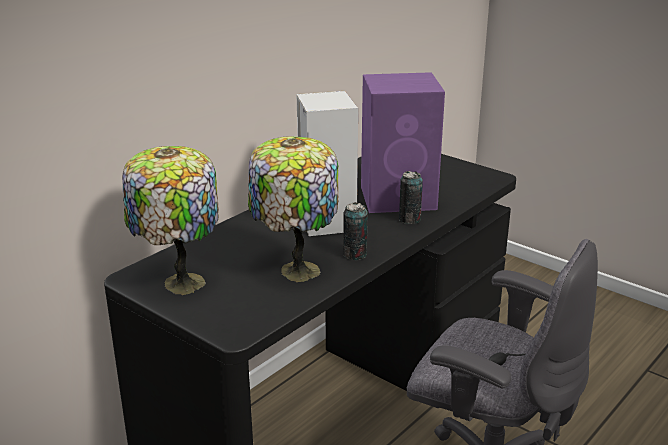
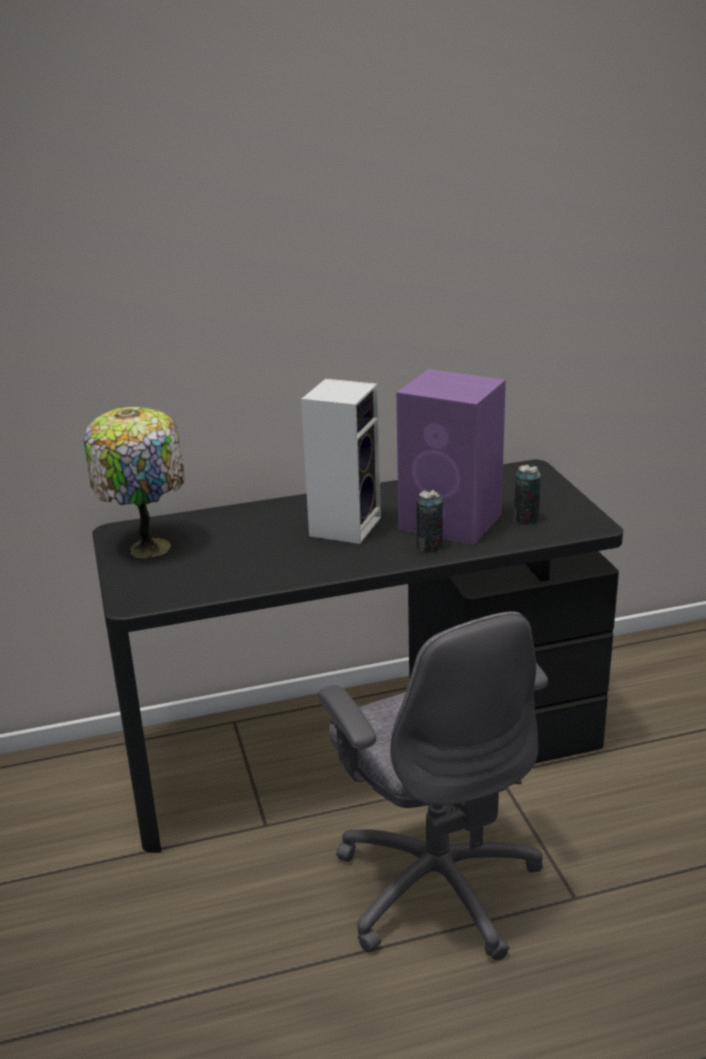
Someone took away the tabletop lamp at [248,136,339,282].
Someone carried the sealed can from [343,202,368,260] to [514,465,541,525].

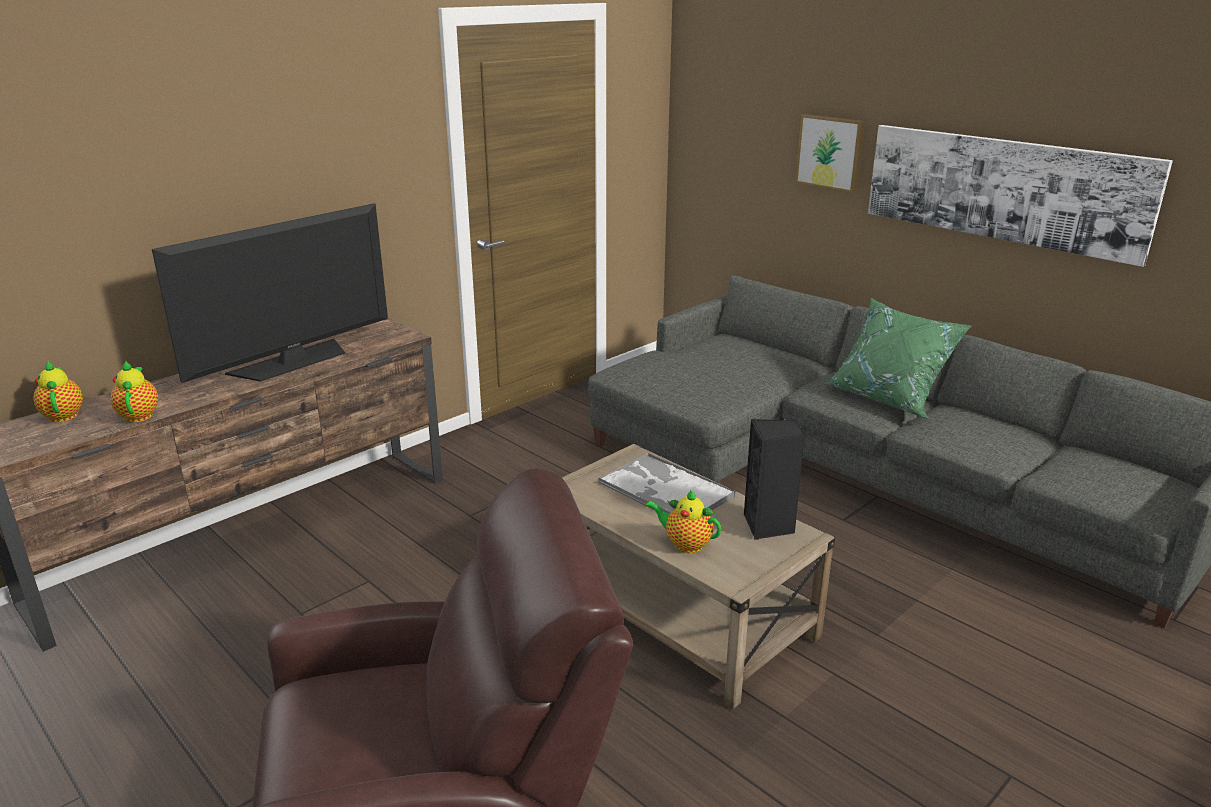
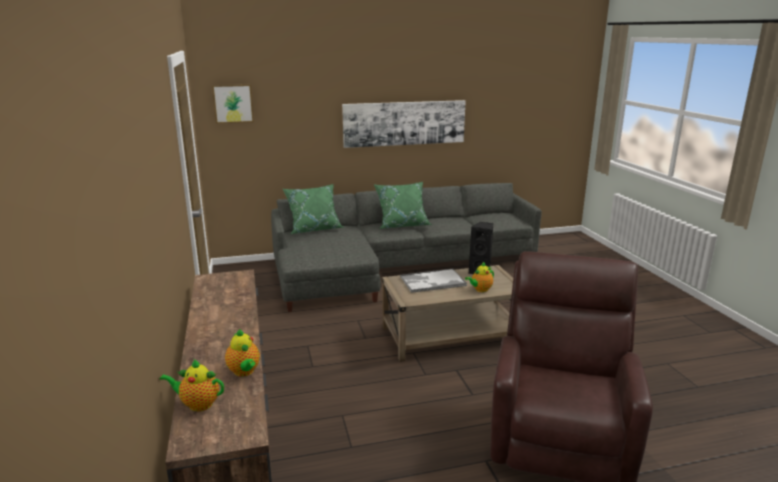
Someone rotated the tea pot at [111,361,158,422] by 135 degrees counterclockwise.
Someone took away the television at [152,203,388,383].
Someone carried the wall picture from [795,114,865,193] to [212,84,254,123].
Someone put down the throw pillow in green at [283,184,344,234].

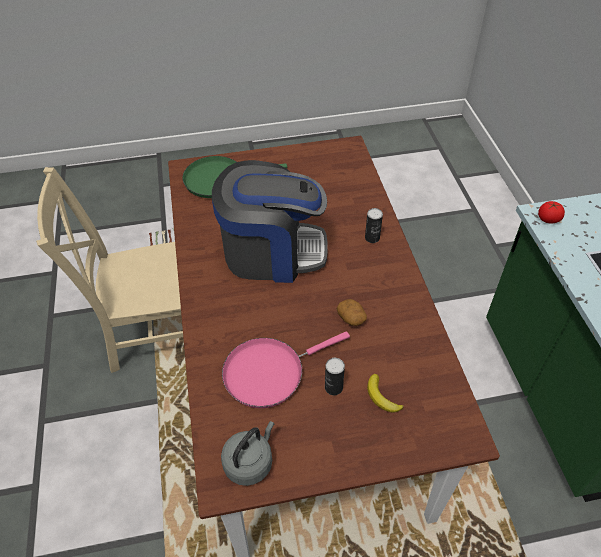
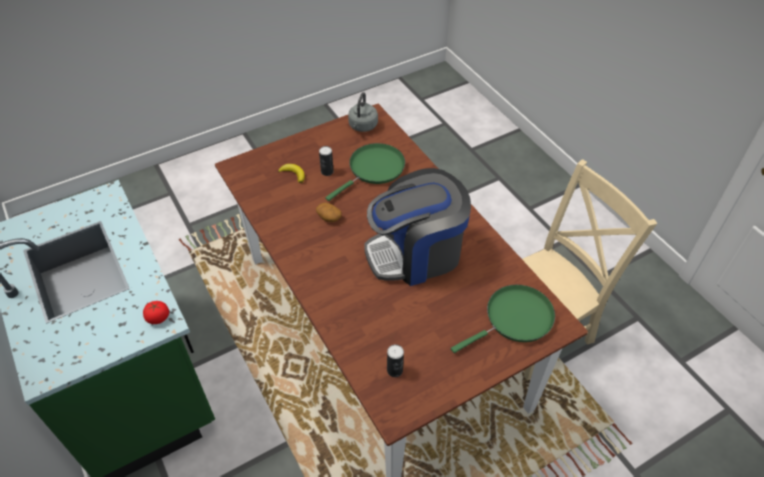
Someone repainted the pan in pink-coloured at [222,331,350,408], which became the pan in green at [325,143,405,201].
Someone carried the sealed can from [365,208,383,243] to [387,344,404,377].

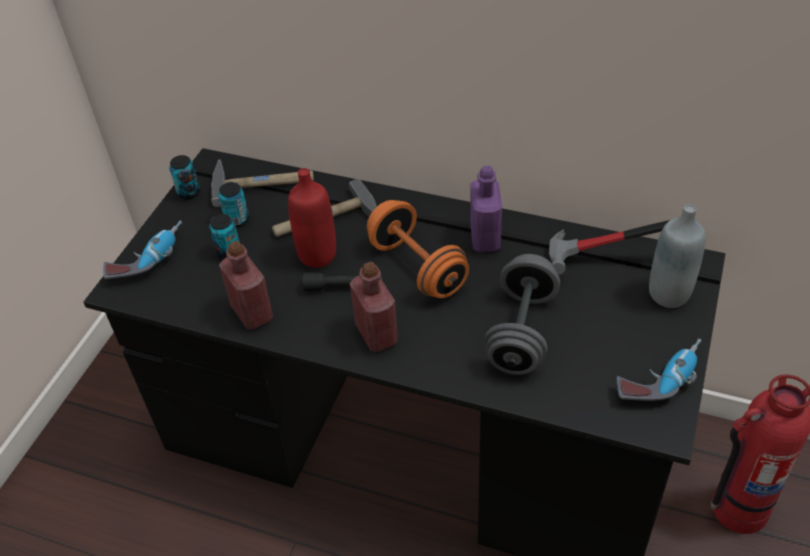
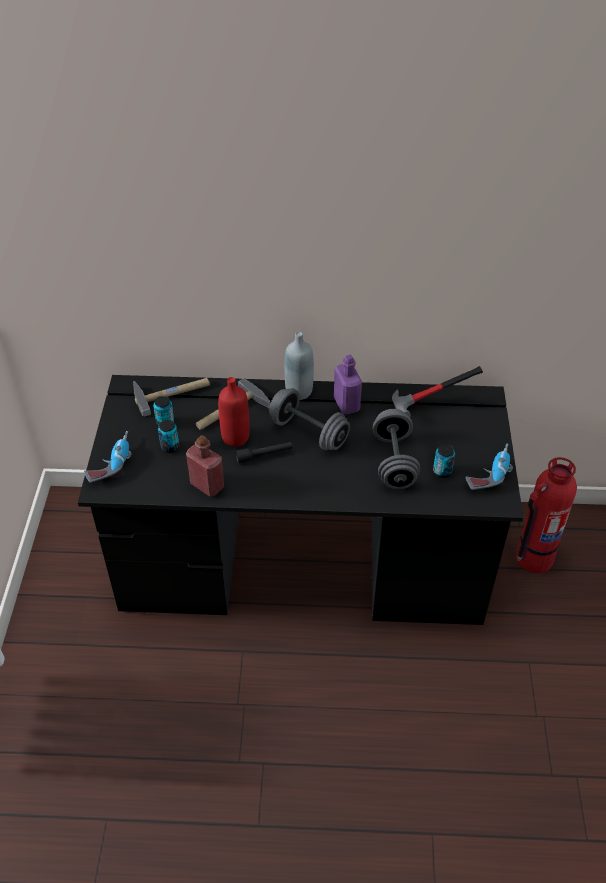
Someone carried the sealed can from [169,155,201,199] to [433,444,455,478].
Someone took away the bottle in reddish at [350,262,398,352].
Someone repainted the dumbbell in orange at [367,200,469,298], which became the dumbbell in grey at [269,389,350,450].
Someone carried the bottle in grey from [649,204,706,308] to [284,331,314,400].

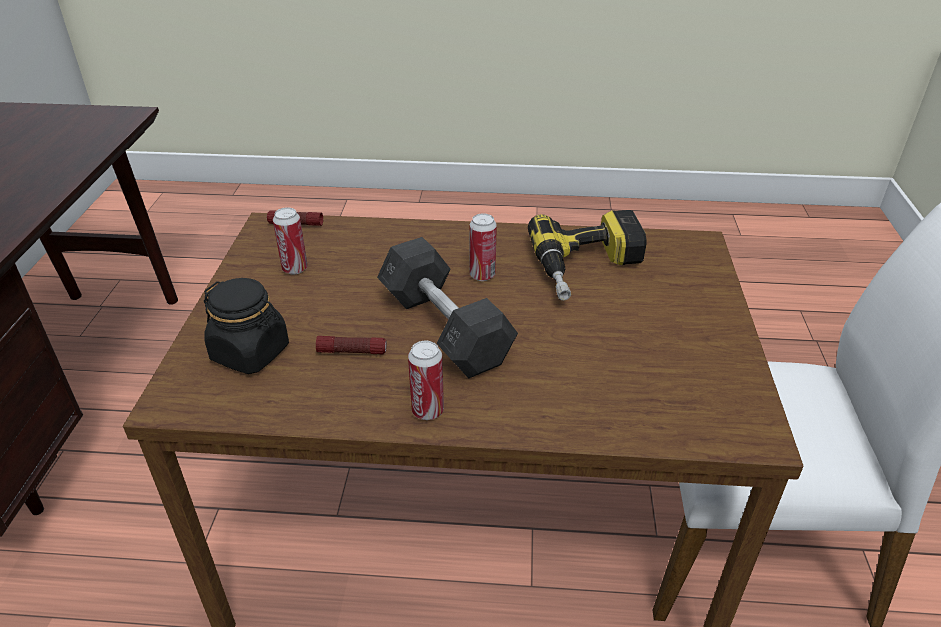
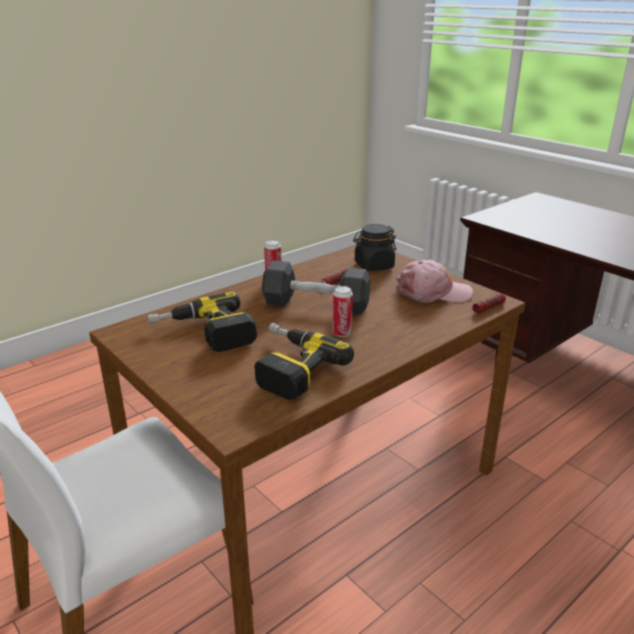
Someone swapped the sealed can at [273,207,308,275] for the baseball cap in pink-coloured at [396,260,473,303].
Someone put down the electric drill at [147,292,257,352].

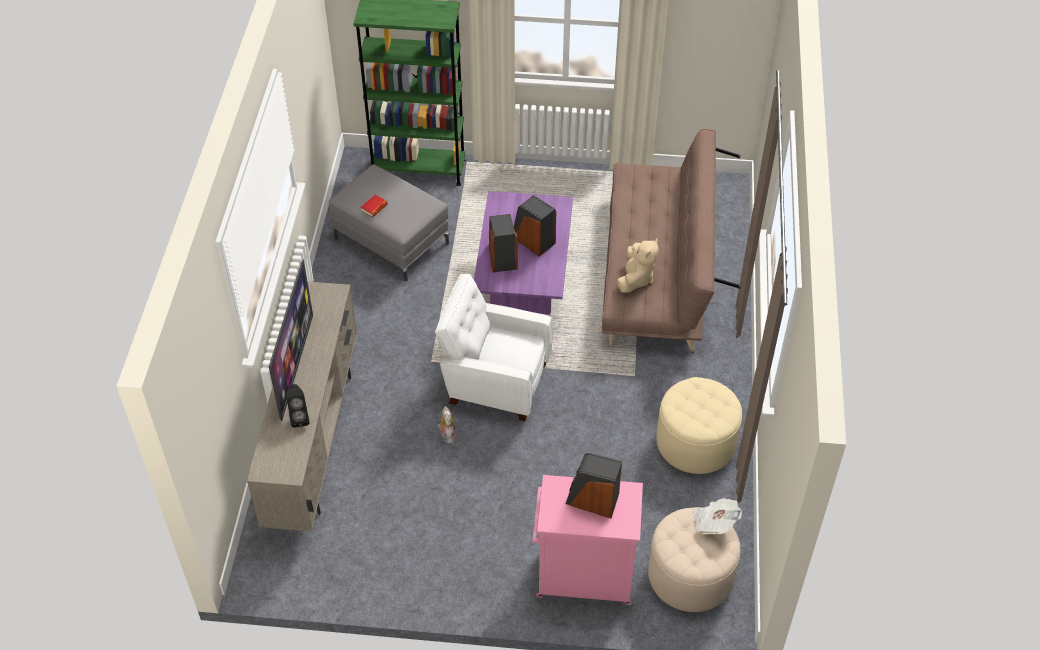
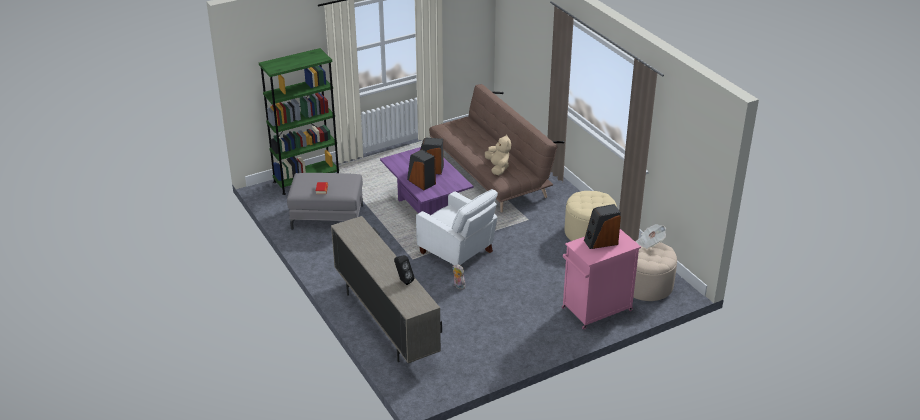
Someone took away the television at [269,260,313,421].
Someone rotated the armchair in white-coloured at [435,274,553,422] by 120 degrees counterclockwise.

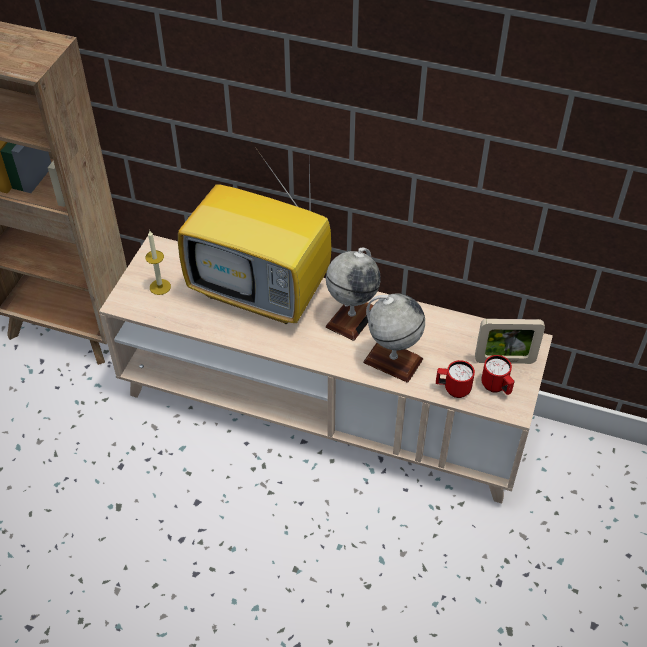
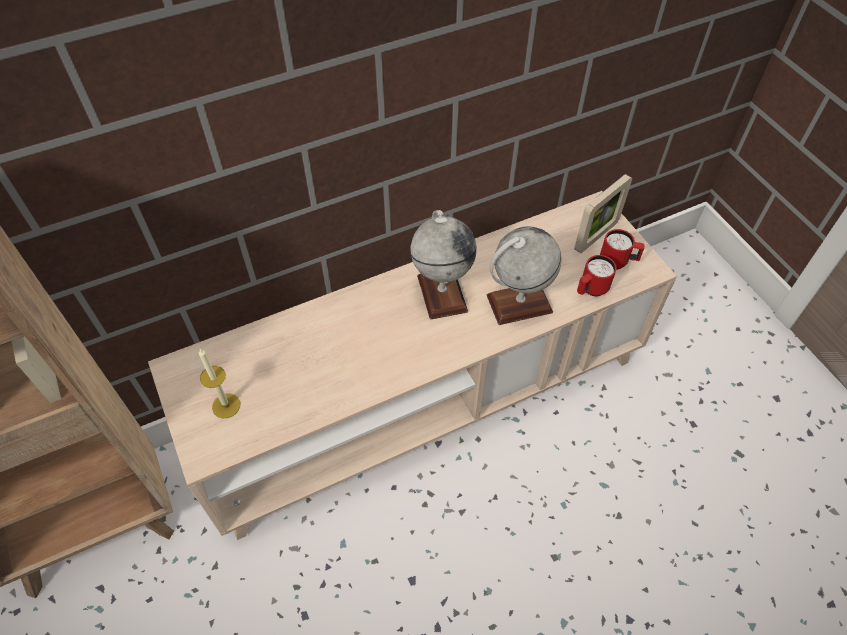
Someone took away the television at [178,144,332,324].

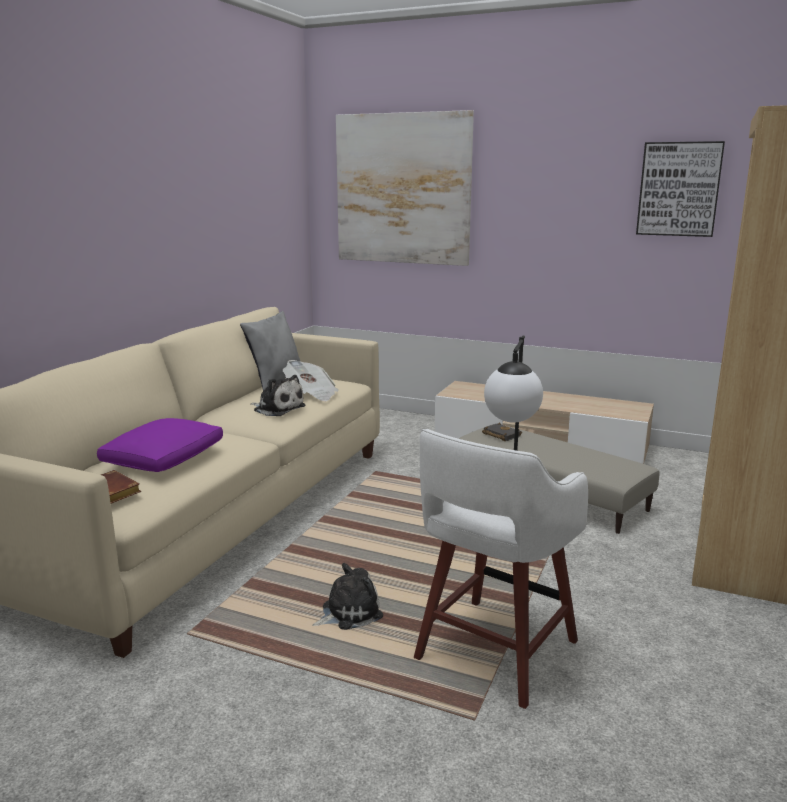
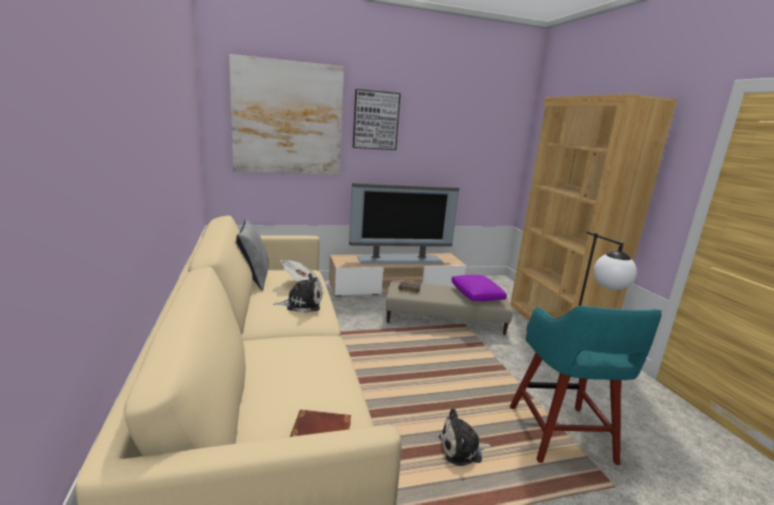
Someone carried the throw pillow in purple from [97,418,223,472] to [452,275,507,301].
Someone rotated the cuddly toy at [312,563,383,630] by 120 degrees counterclockwise.
Someone repainted the sitting stool in white-coloured at [414,429,588,709], which became the sitting stool in turquoise-coloured at [510,306,661,465].
Someone carried the wall picture from [636,141,725,237] to [353,89,401,150].
Someone put down the television at [349,183,459,264].

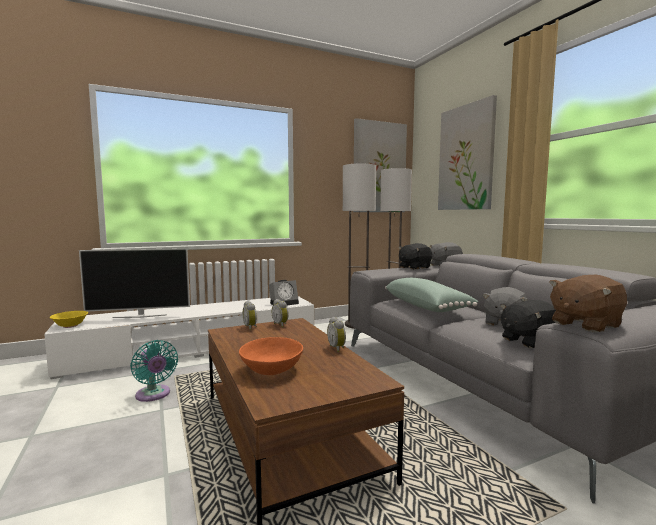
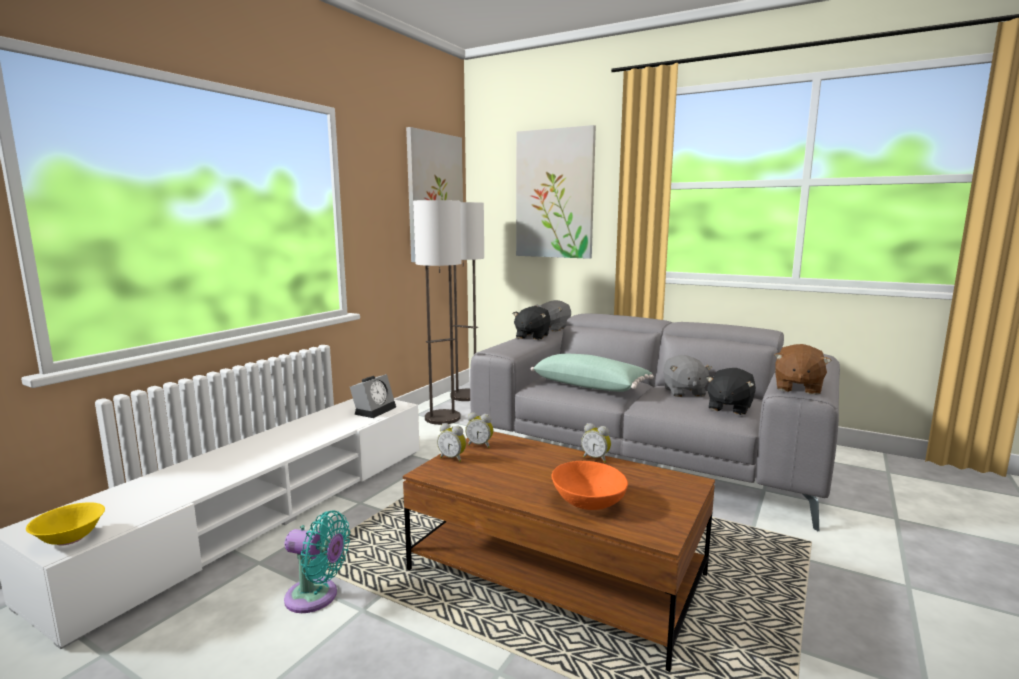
Someone took away the television at [79,248,190,318].

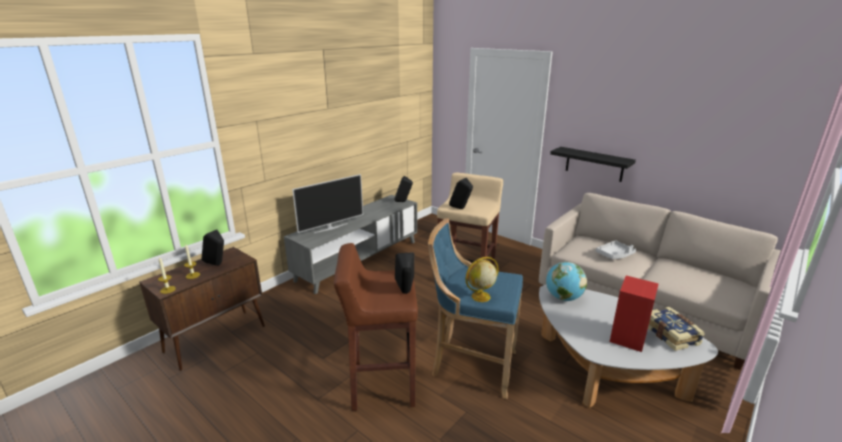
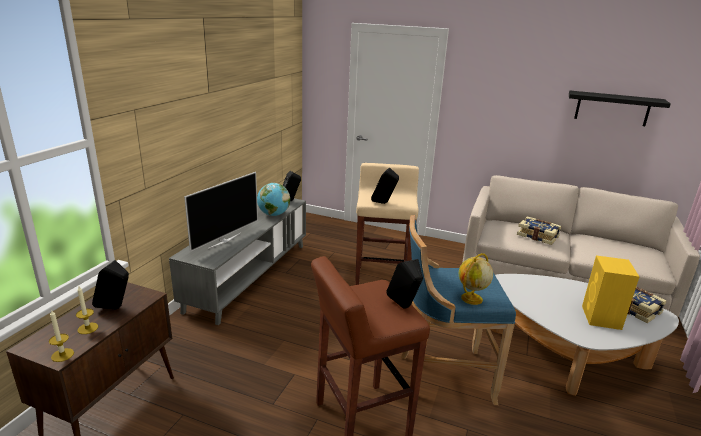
Someone carried the world globe from [546,262,587,301] to [257,183,290,216].
Someone carried the shelf in black from [550,147,636,182] to [569,91,670,126].
Someone swapped the tray in grey at [596,240,636,259] for the bound book at [517,217,561,245].
Someone repainted the loudspeaker in reddish at [610,276,658,352], which became the loudspeaker in yellow at [582,256,640,330].

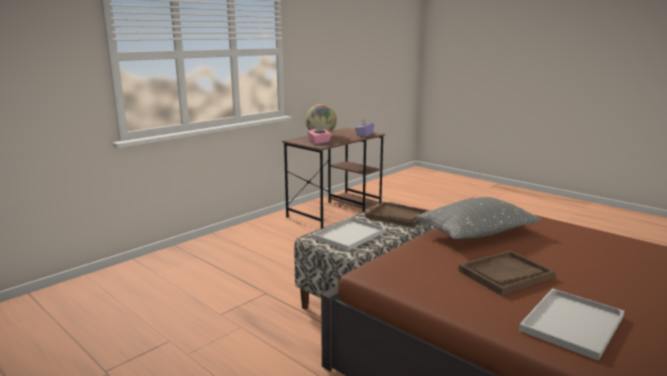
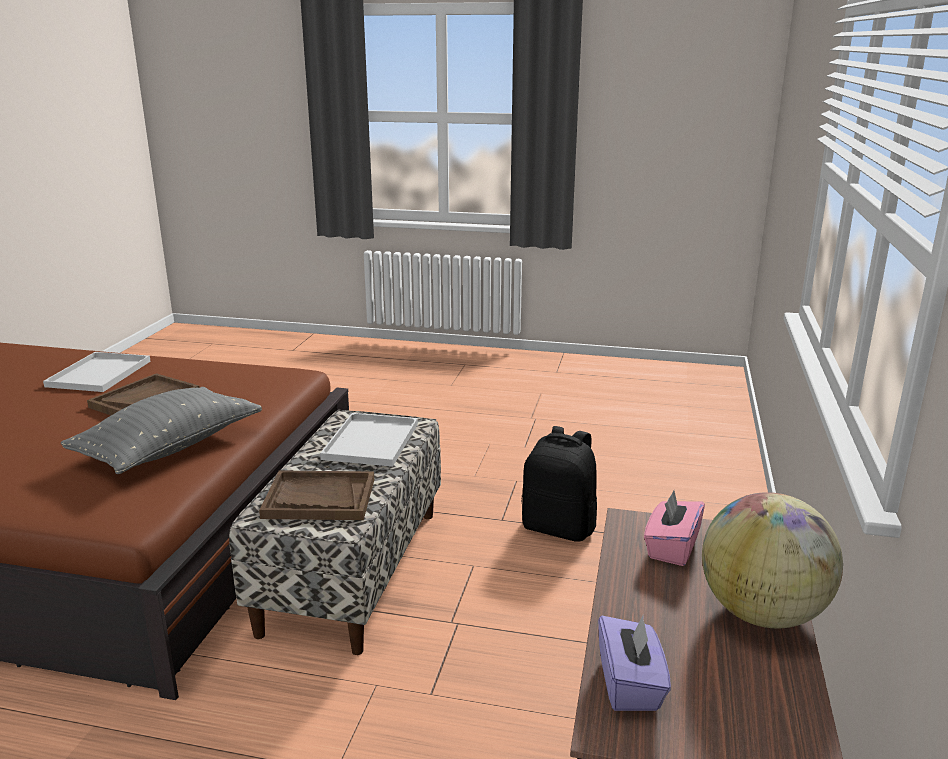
Someone put down the rucksack in black at [521,426,597,542].

